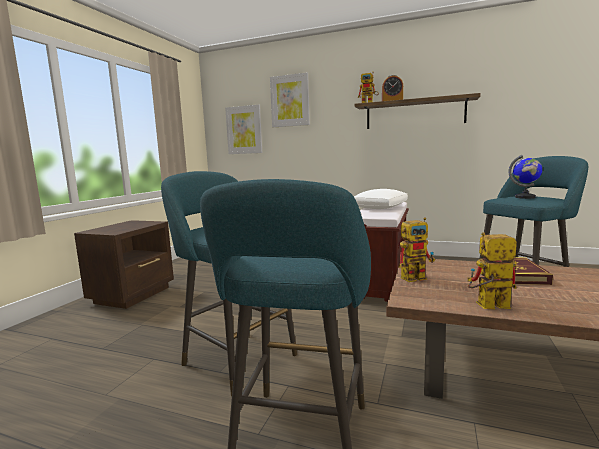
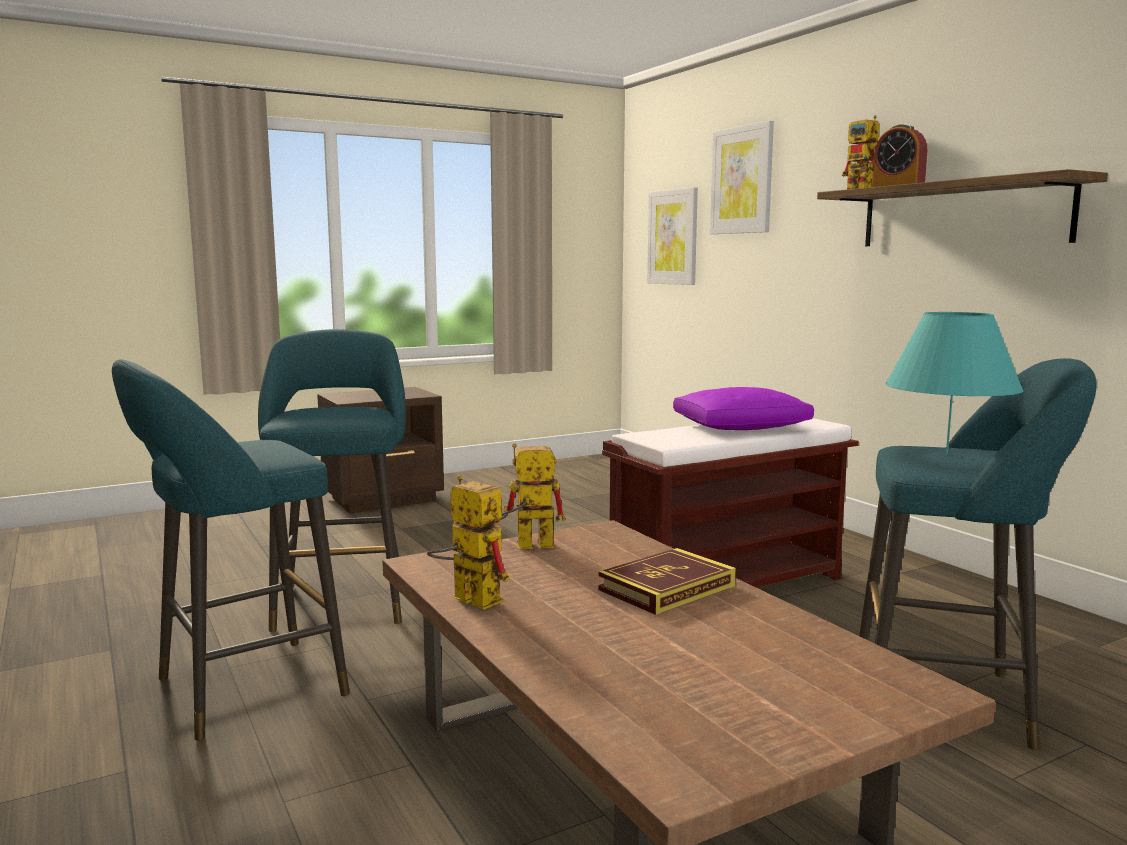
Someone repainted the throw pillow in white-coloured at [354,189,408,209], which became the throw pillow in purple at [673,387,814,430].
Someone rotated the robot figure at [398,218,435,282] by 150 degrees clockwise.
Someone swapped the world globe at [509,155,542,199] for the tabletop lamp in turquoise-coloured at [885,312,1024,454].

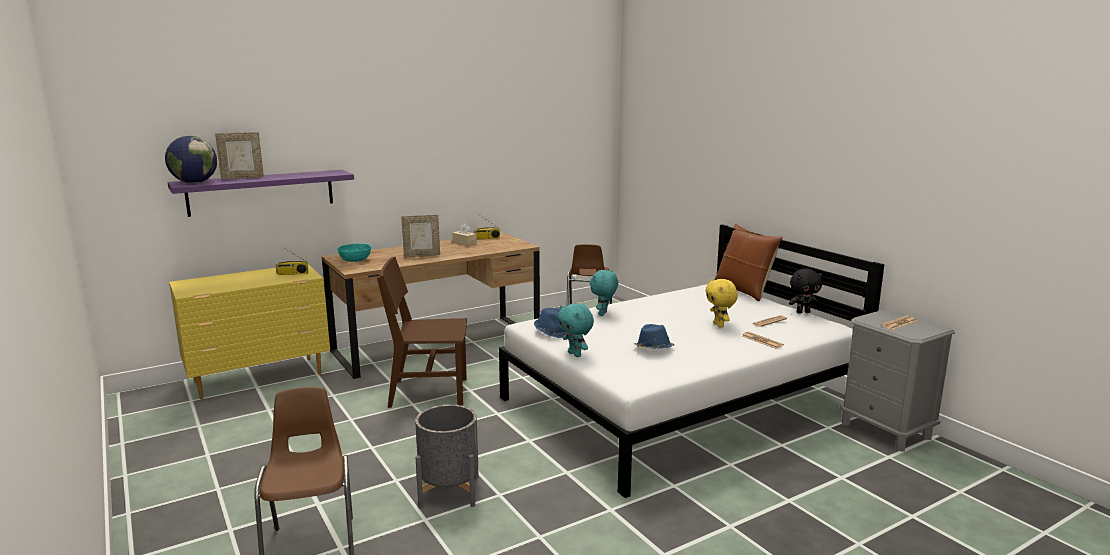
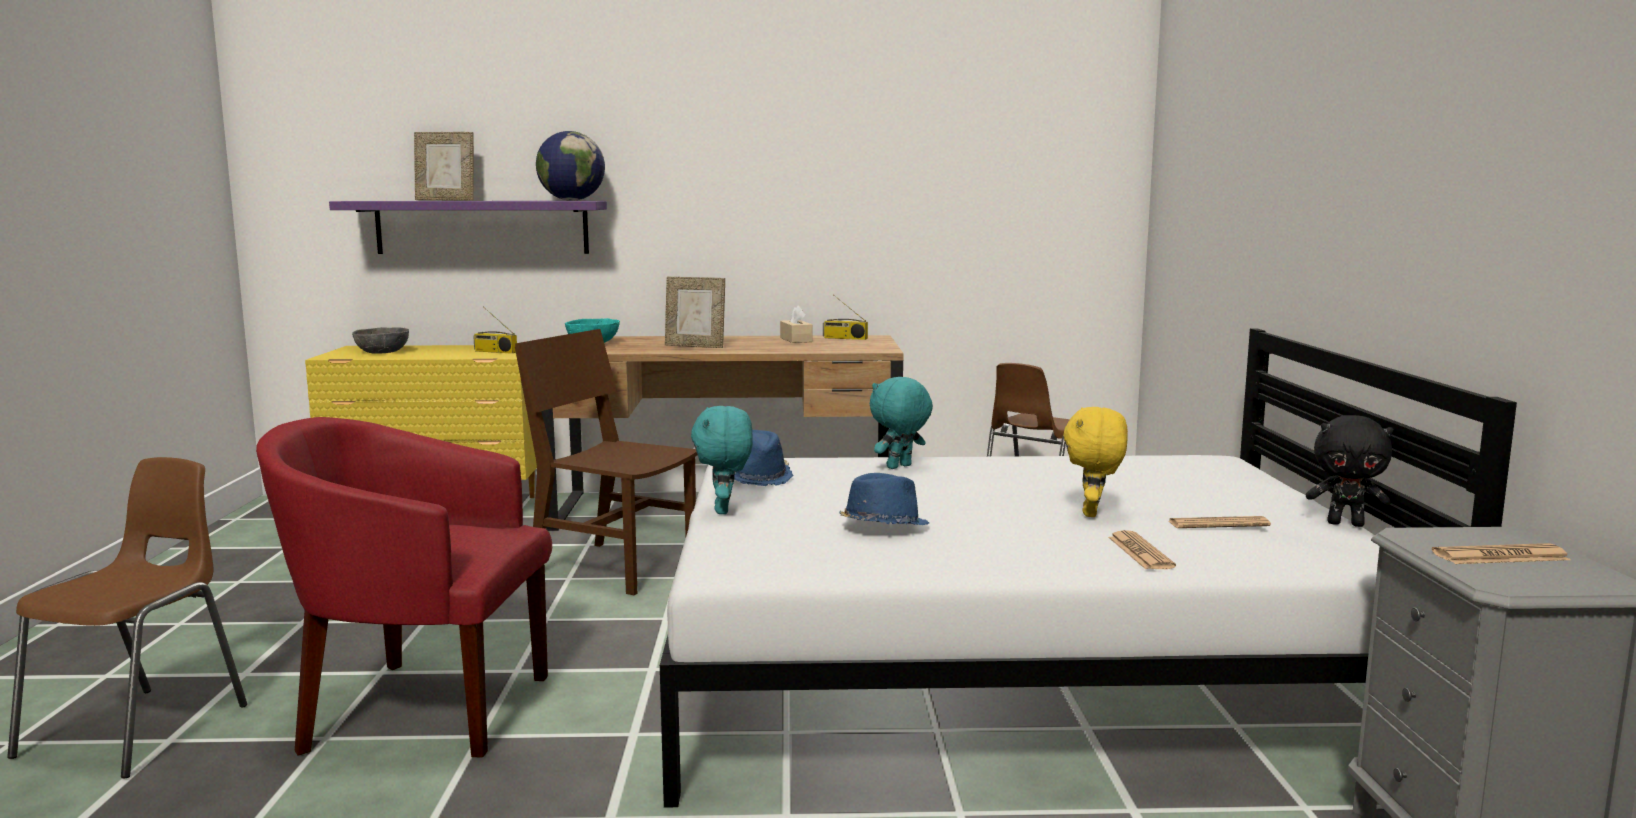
Someone carried the world globe from [165,136,217,183] to [536,131,605,201].
Someone swapped the flower pot in grey at [415,405,479,508] for the armchair in reddish at [256,417,552,758].
Someone took away the throw pillow in brown-coloured at [715,224,783,301].
Someone put down the serving bowl in grey at [352,327,409,354].

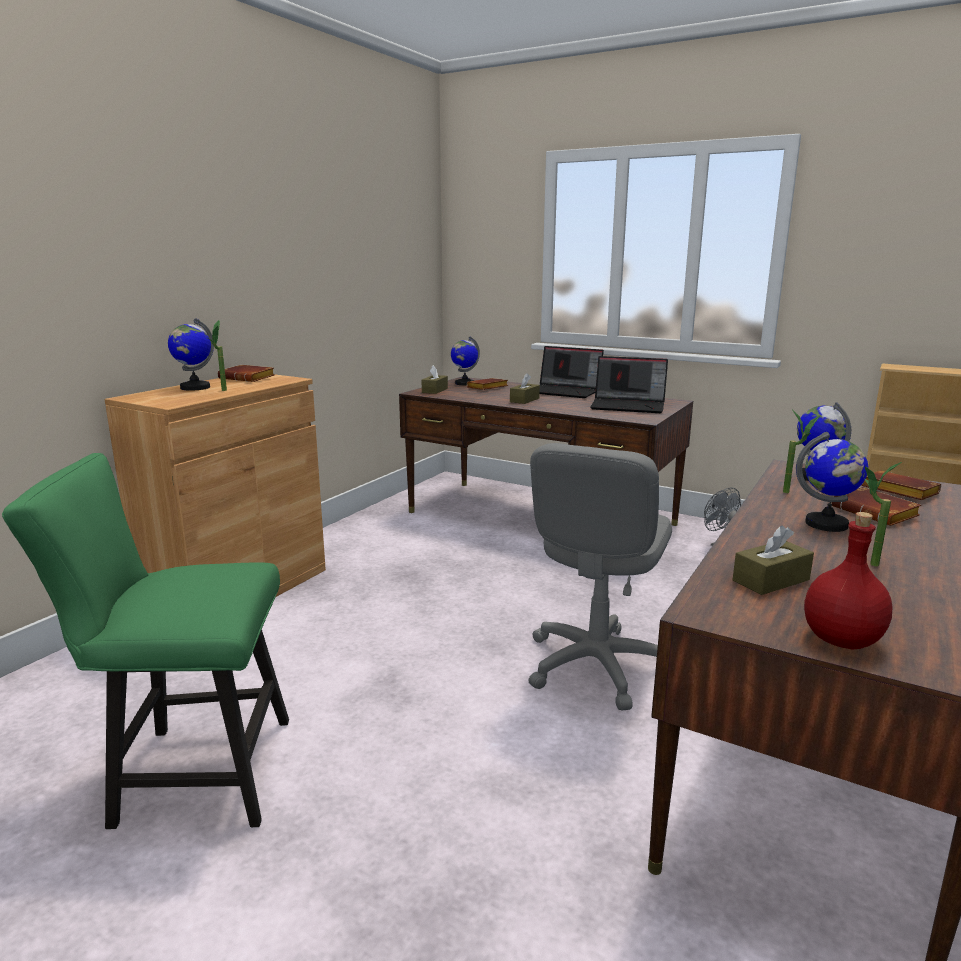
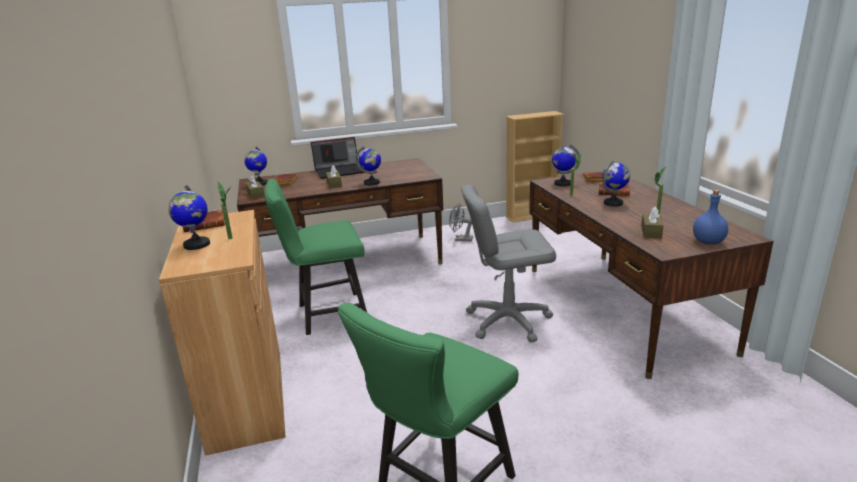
Someone rotated the computer chair in grey at [528,443,672,711] by 105 degrees clockwise.
Someone took away the notebook computer at [590,356,668,413].
Someone repainted the bottle in reddish at [804,512,893,649], which became the bottle in bluish at [693,190,728,245].
Someone put down the chair in green at [264,179,367,335].
Someone put down the world globe at [355,146,381,185].

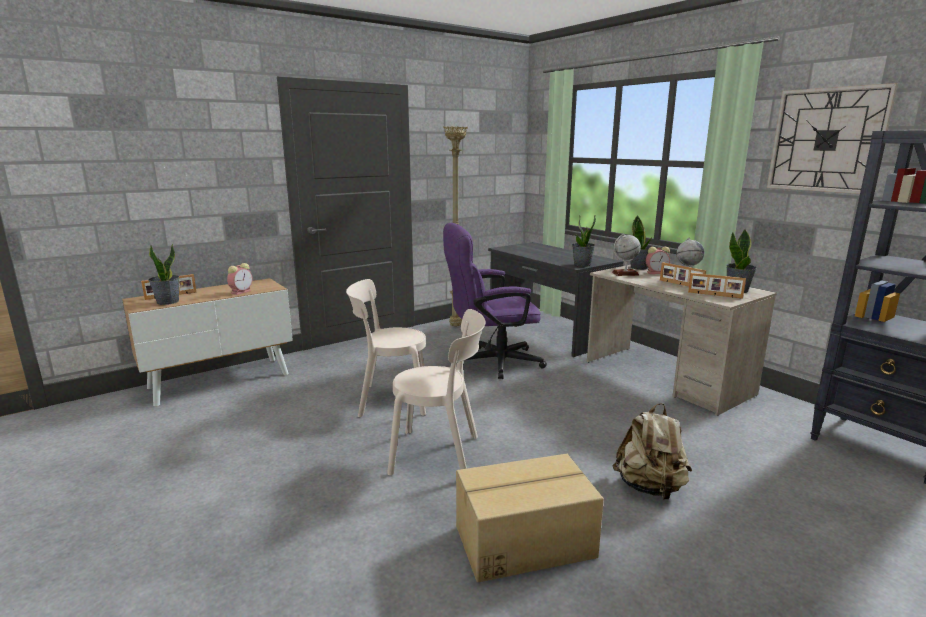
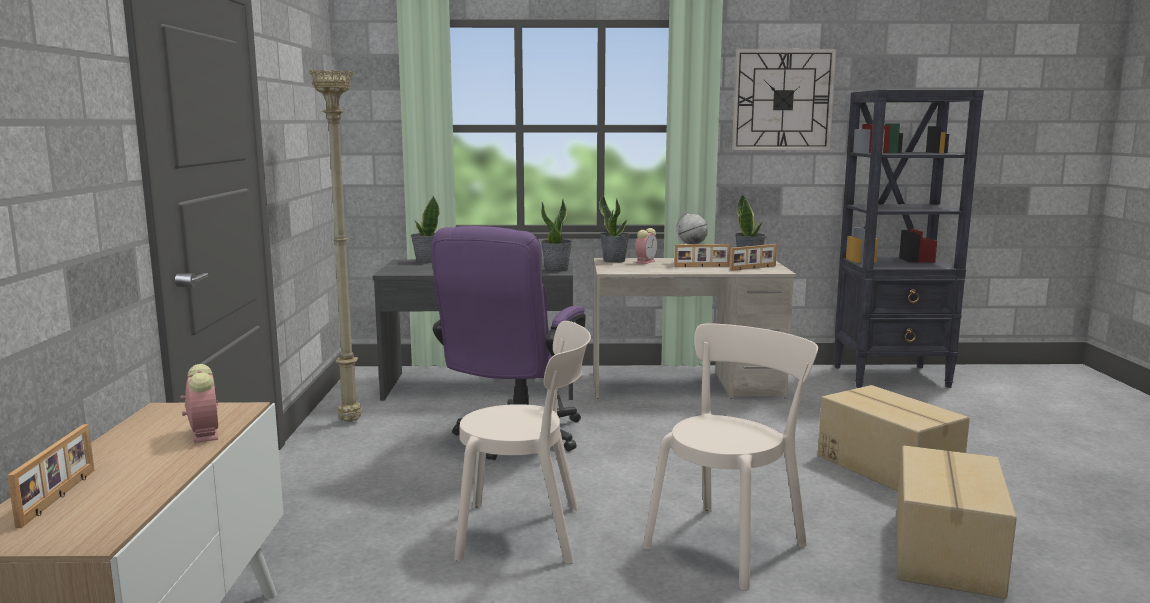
Someone carried the plant in a pot from [148,244,179,305] to [411,196,439,263].
Someone rotated the chair in sand-coloured at [346,279,426,417] by 120 degrees counterclockwise.
Someone took away the world globe at [612,234,641,276].
Someone swapped the rucksack in sand-coloured at [612,403,692,500] for the packing box at [818,385,970,491].

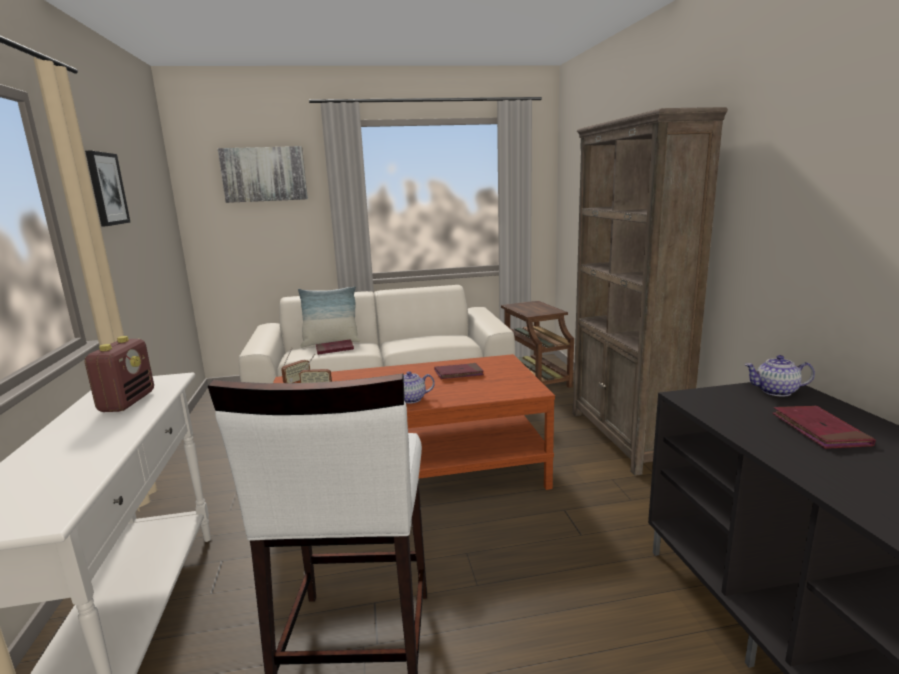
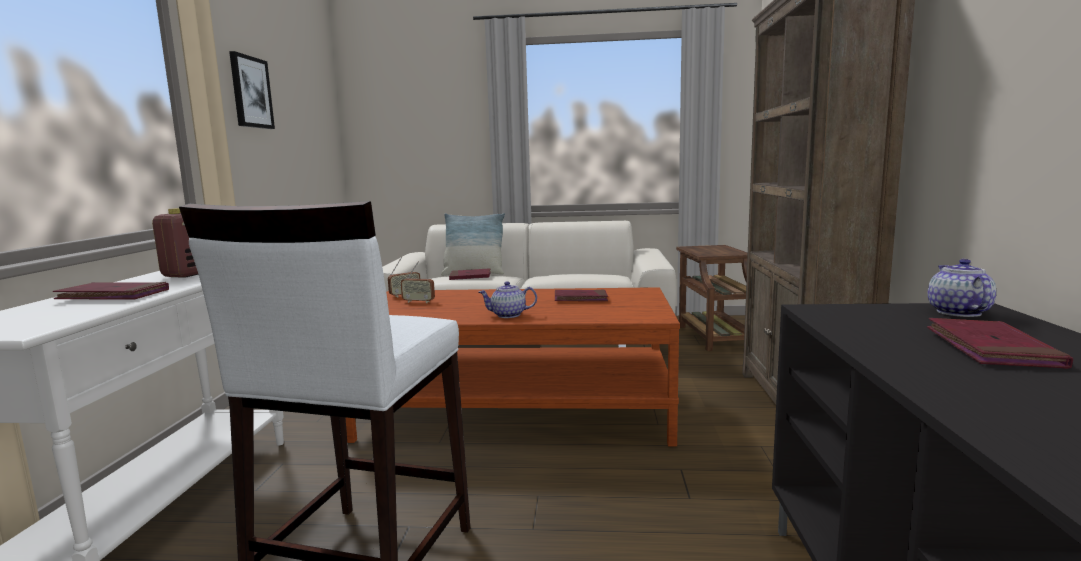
Someone took away the wall picture at [218,146,308,203].
Someone rotated the tea pot at [744,355,815,397] by 75 degrees clockwise.
Someone put down the bound book in reddish at [53,282,169,300].

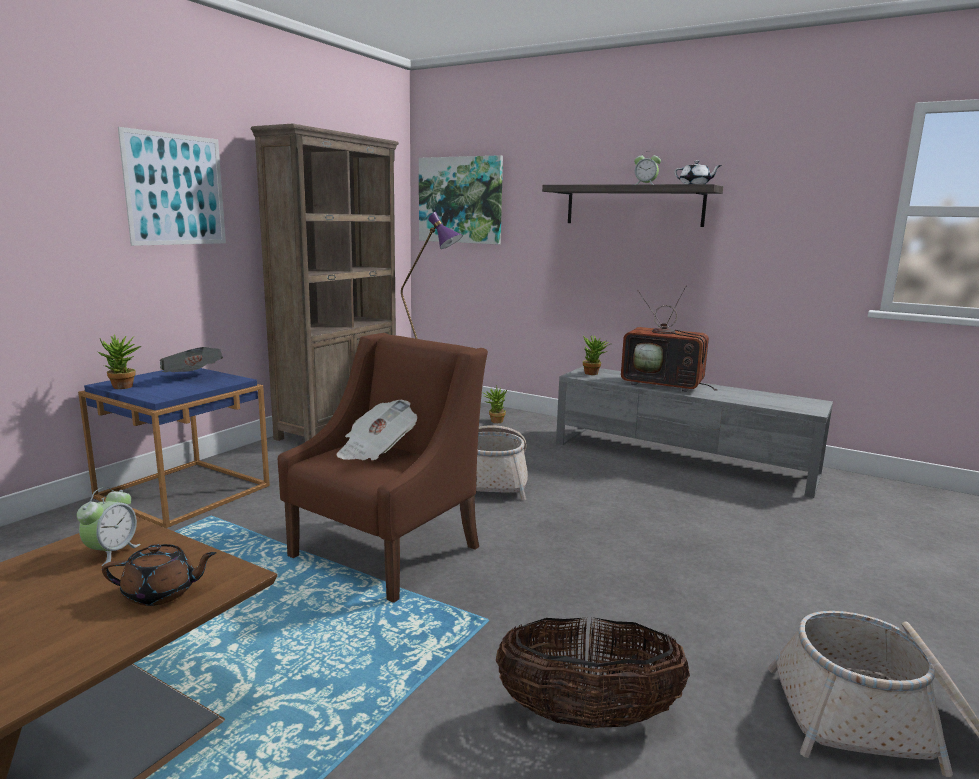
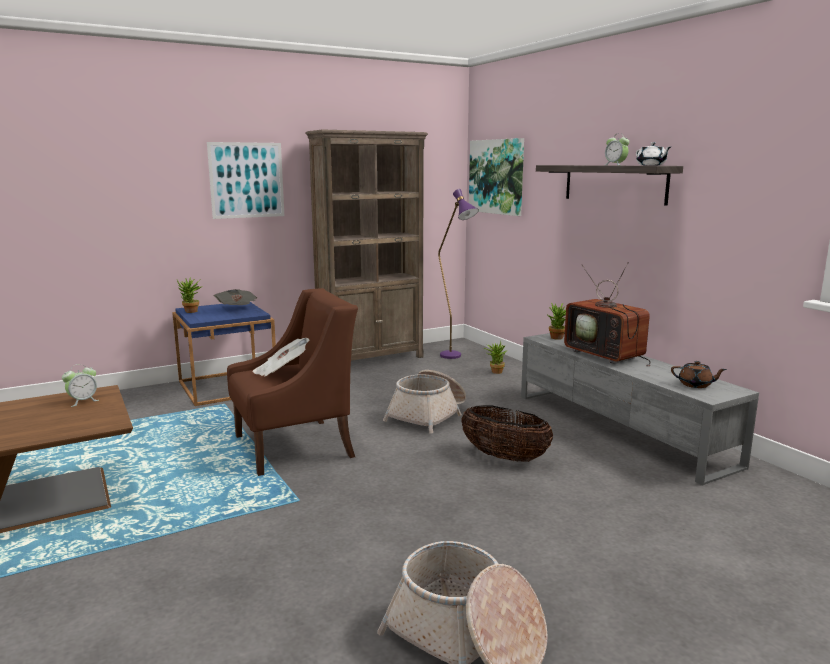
Someone carried the tea pot in brown-coloured from [102,544,216,606] to [671,361,727,388].
Someone carried the storage basket from [496,617,690,728] to [461,405,553,462].

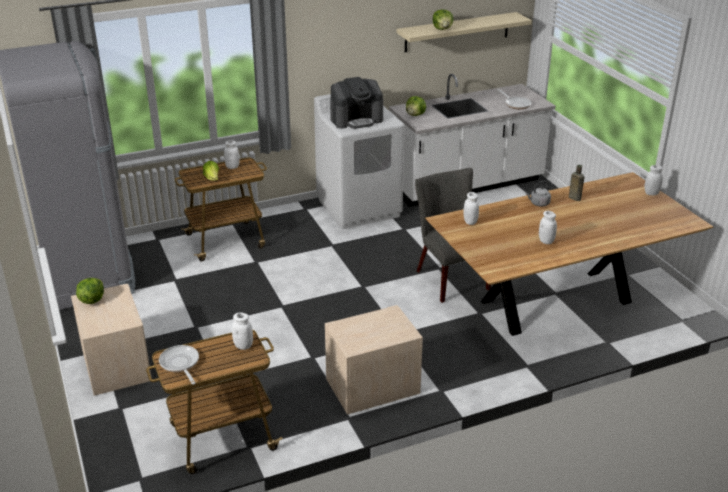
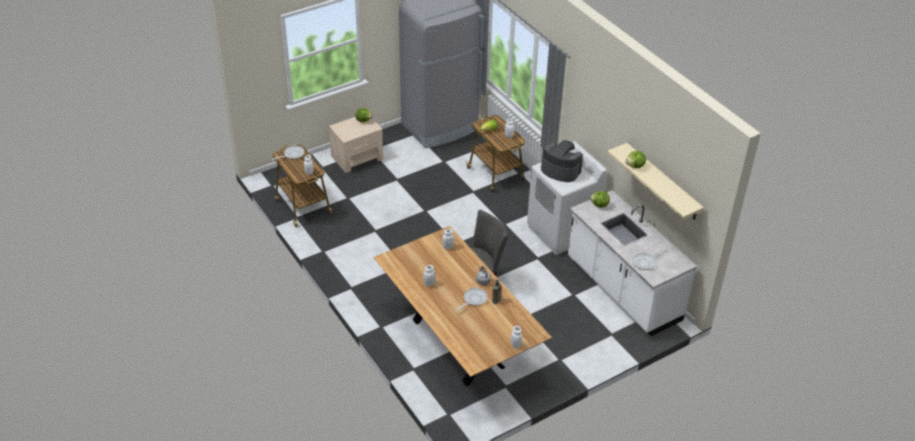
Someone took away the night table in sand-coloured at [325,305,423,415].
Someone rotated the coffee machine at [330,77,383,129] by 150 degrees clockwise.
Someone put down the pan at [456,288,487,311].

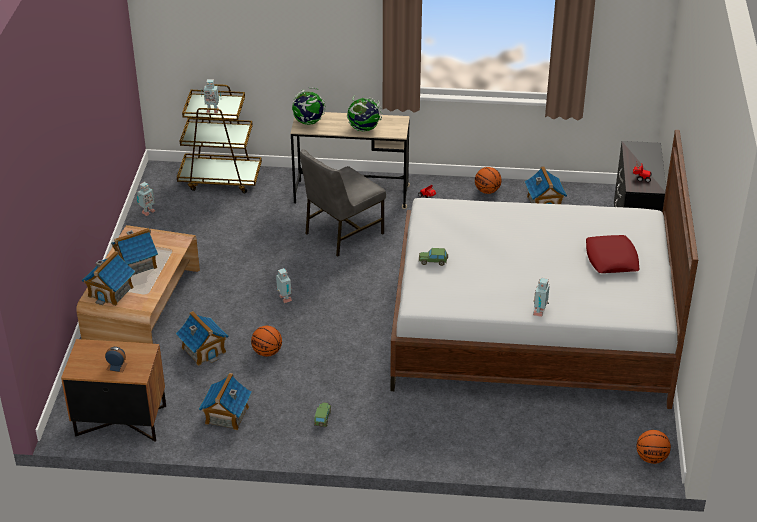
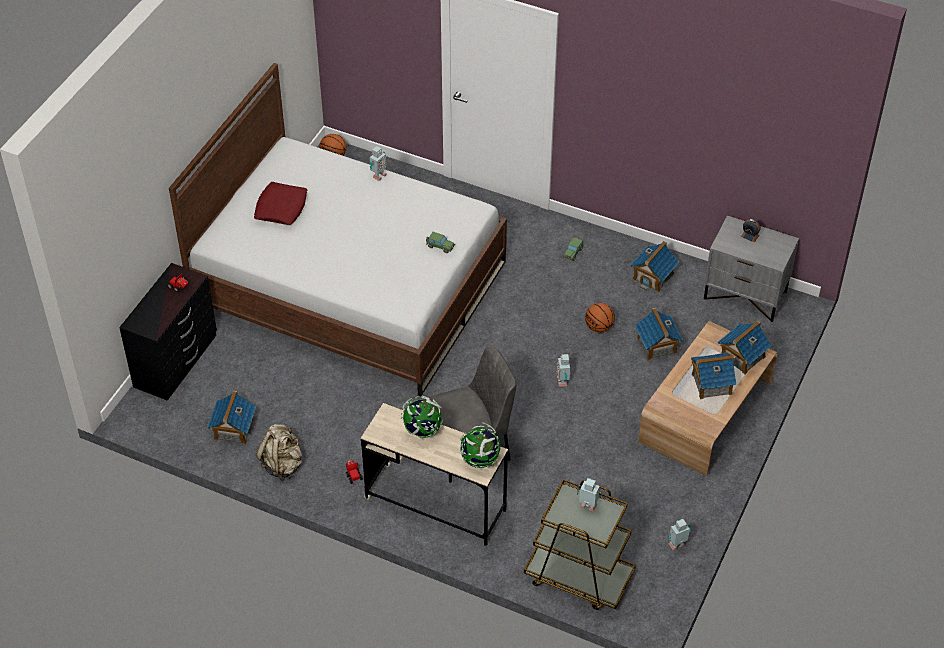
Someone repainted the night table in brown-coloured at [61,339,166,441], which became the night table in grey at [704,216,799,322].
Someone swapped the basketball at [475,167,502,194] for the rucksack in sand-coloured at [256,424,302,481].

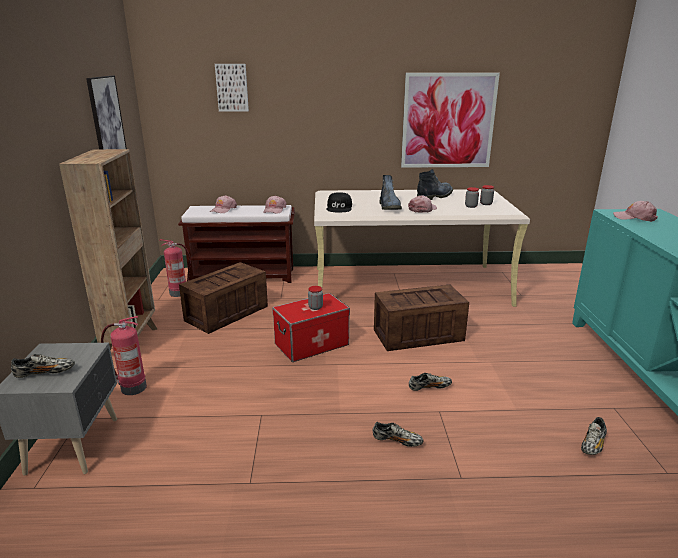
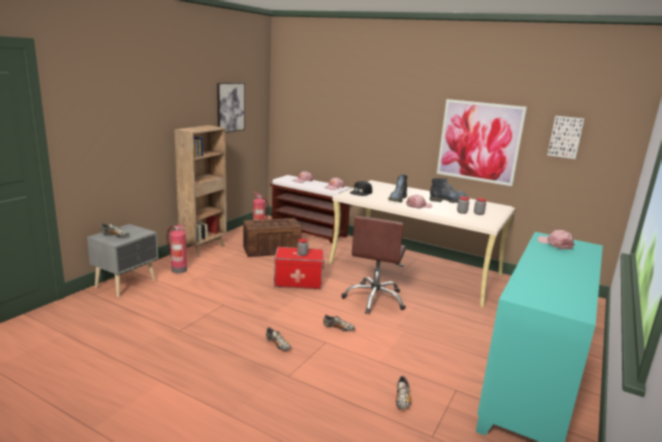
Someone carried the wall picture from [215,64,249,112] to [547,116,584,159].
Someone swapped the crate at [374,285,469,351] for the computer chair in brown-coloured at [341,216,406,314].
Someone rotated the item of footwear at [581,417,607,455] by 60 degrees counterclockwise.

